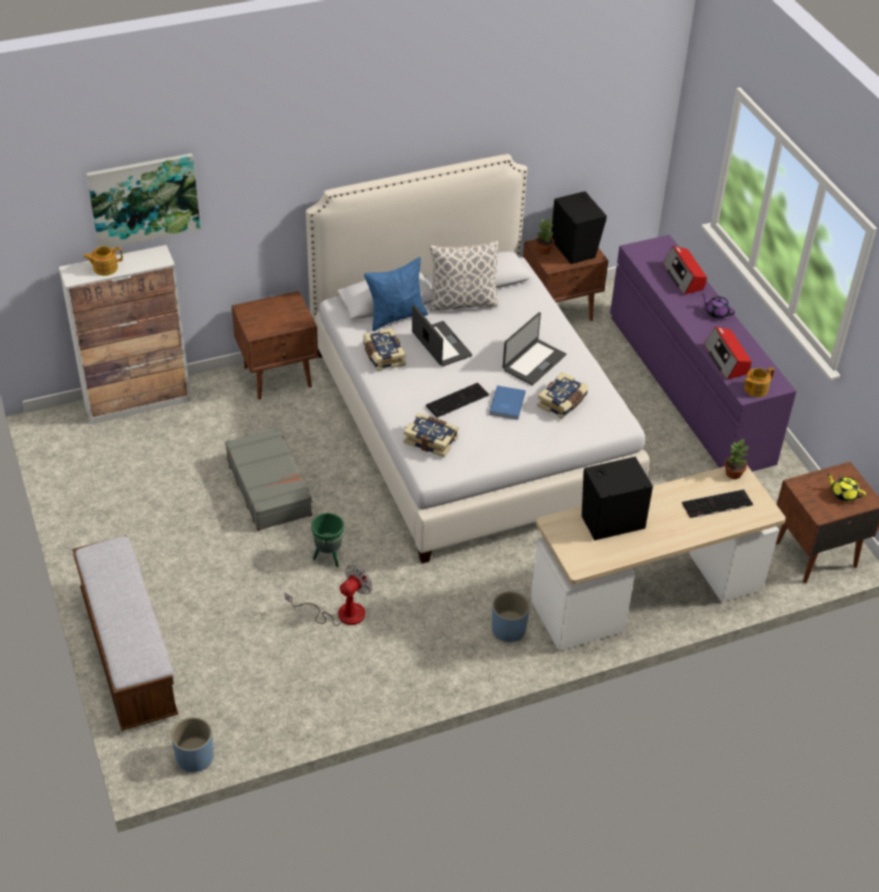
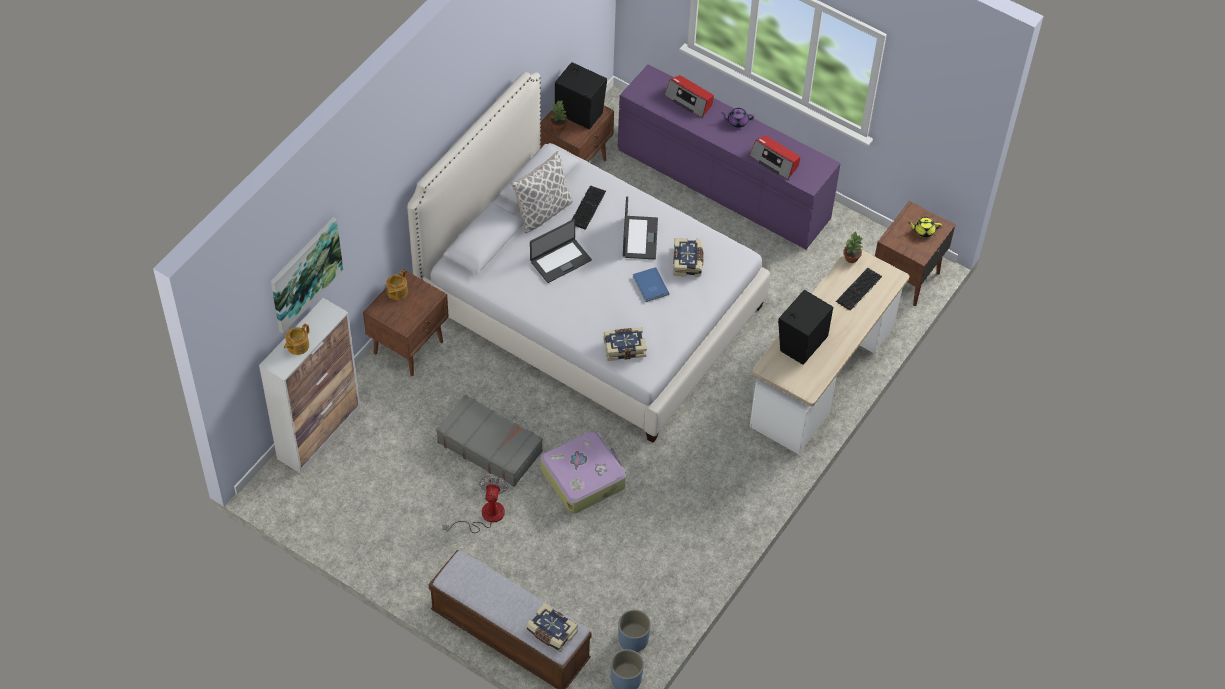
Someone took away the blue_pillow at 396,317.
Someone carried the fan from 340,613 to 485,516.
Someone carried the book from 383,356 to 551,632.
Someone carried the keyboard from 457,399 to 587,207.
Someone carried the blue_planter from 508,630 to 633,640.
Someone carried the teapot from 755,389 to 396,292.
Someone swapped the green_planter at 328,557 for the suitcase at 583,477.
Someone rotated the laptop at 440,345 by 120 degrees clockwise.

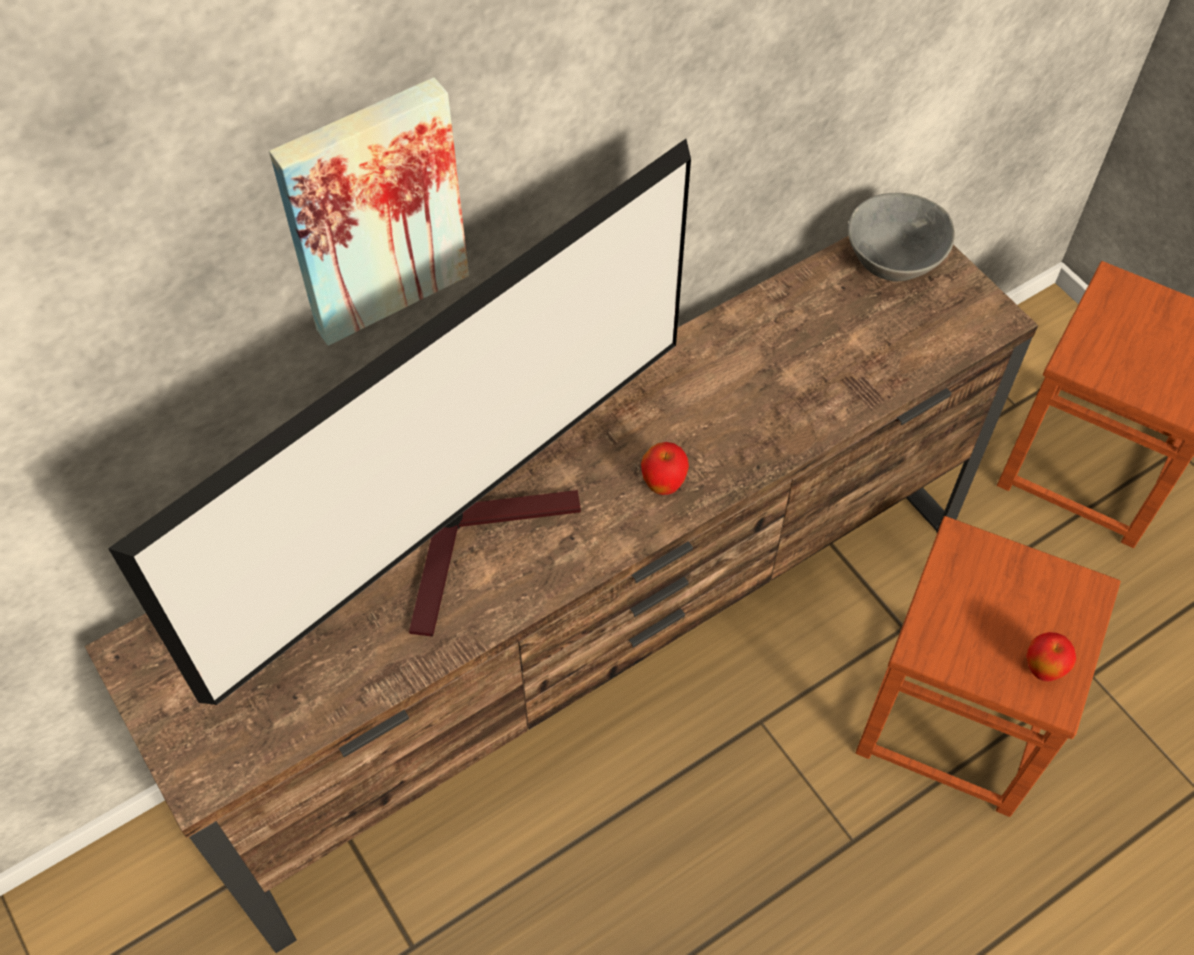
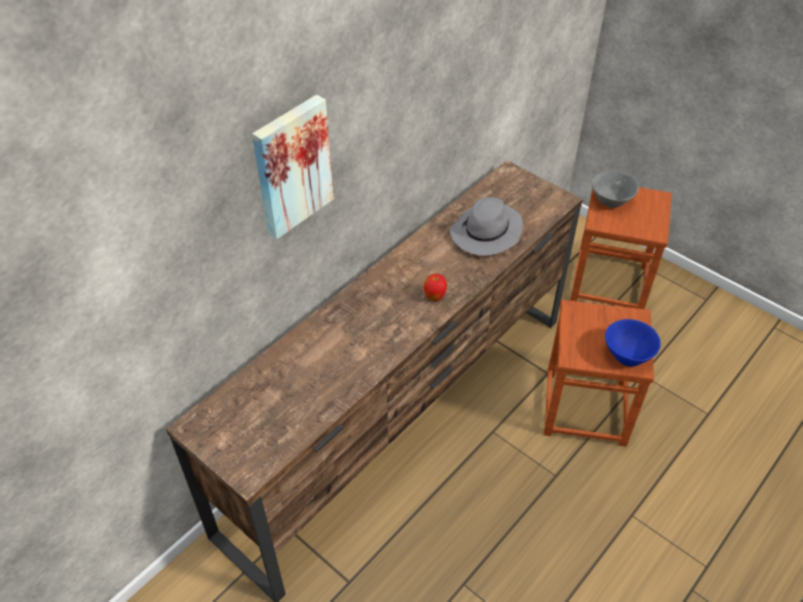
Someone took away the television at 477,536.
Someone put down the grey_hat at 486,234.
Someone carried the grey_bowl from 891,261 to 610,200.
Someone swapped the apple at 1042,669 for the blue_bowl at 629,355.

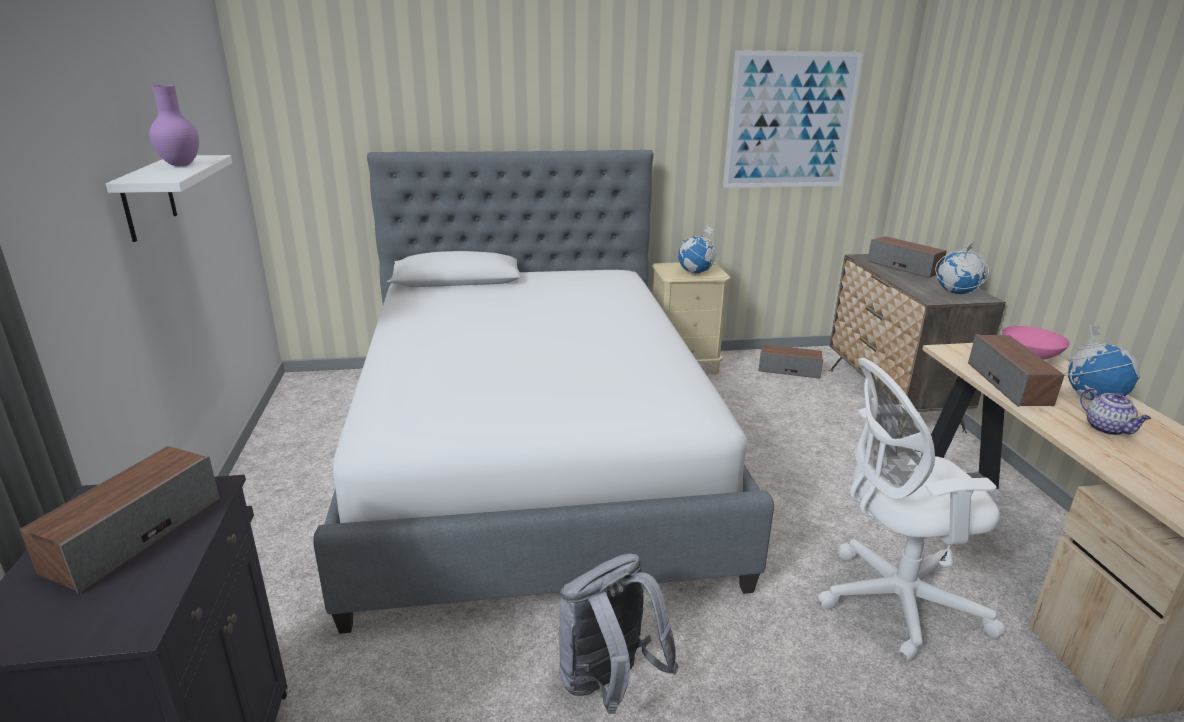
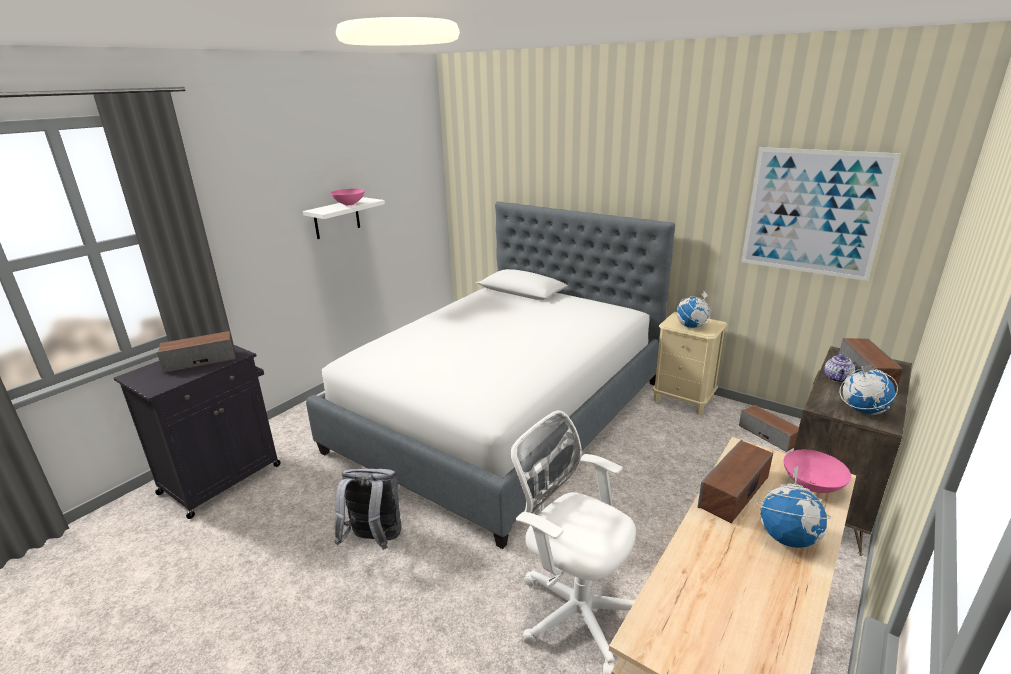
Someone carried the teapot from 1107,429 to 837,378.
Someone swapped the purple_vase at 180,165 for the pink_bowl at 349,204.

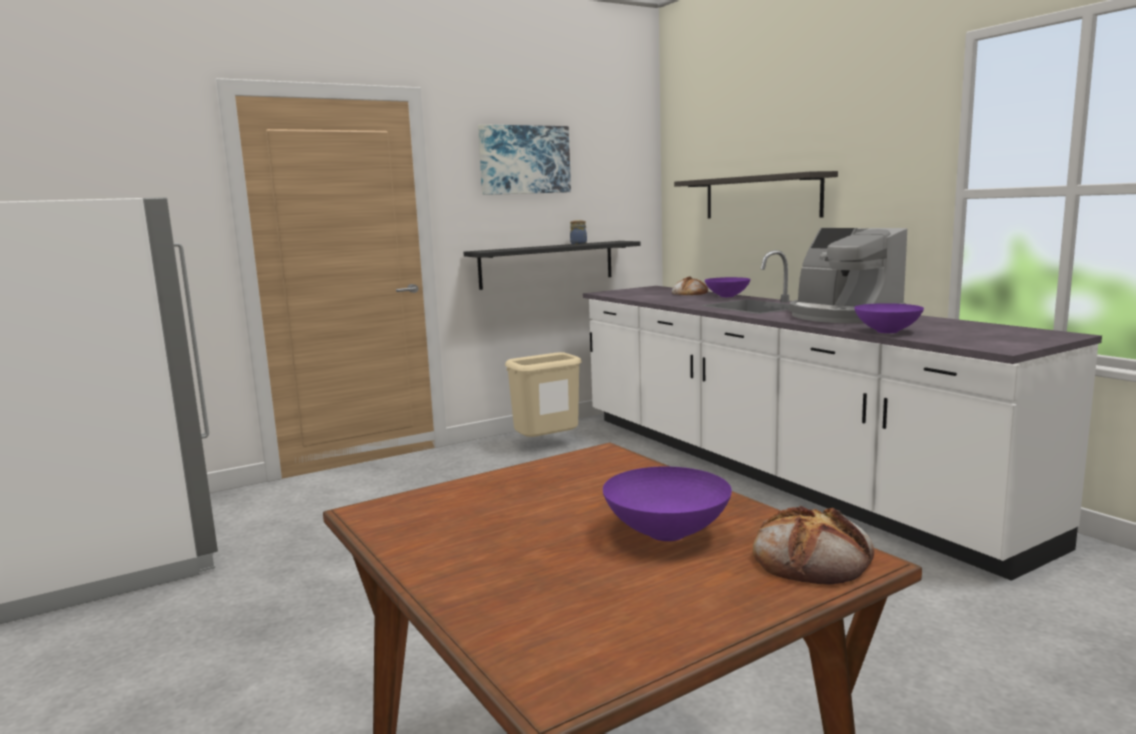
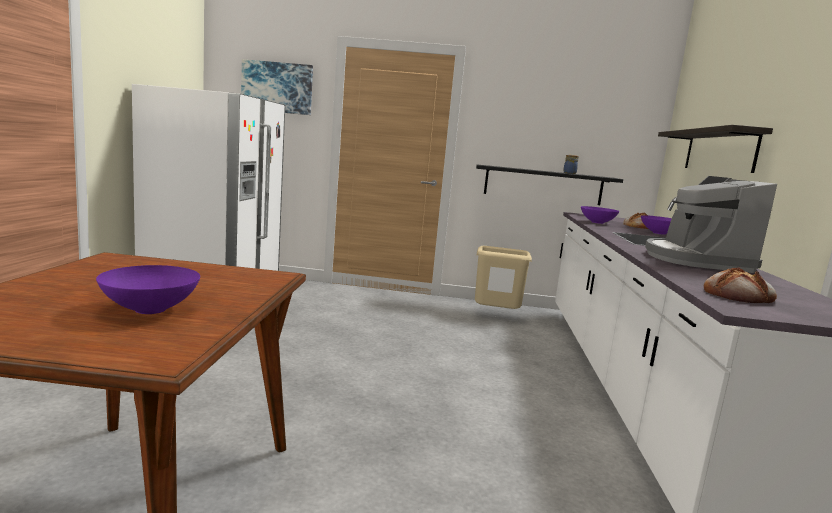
Someone carried the picture from 524,160 to 277,87.
Someone carried the bread from 813,557 to 738,295.
Someone carried the purple_bowl from 887,331 to 597,222.

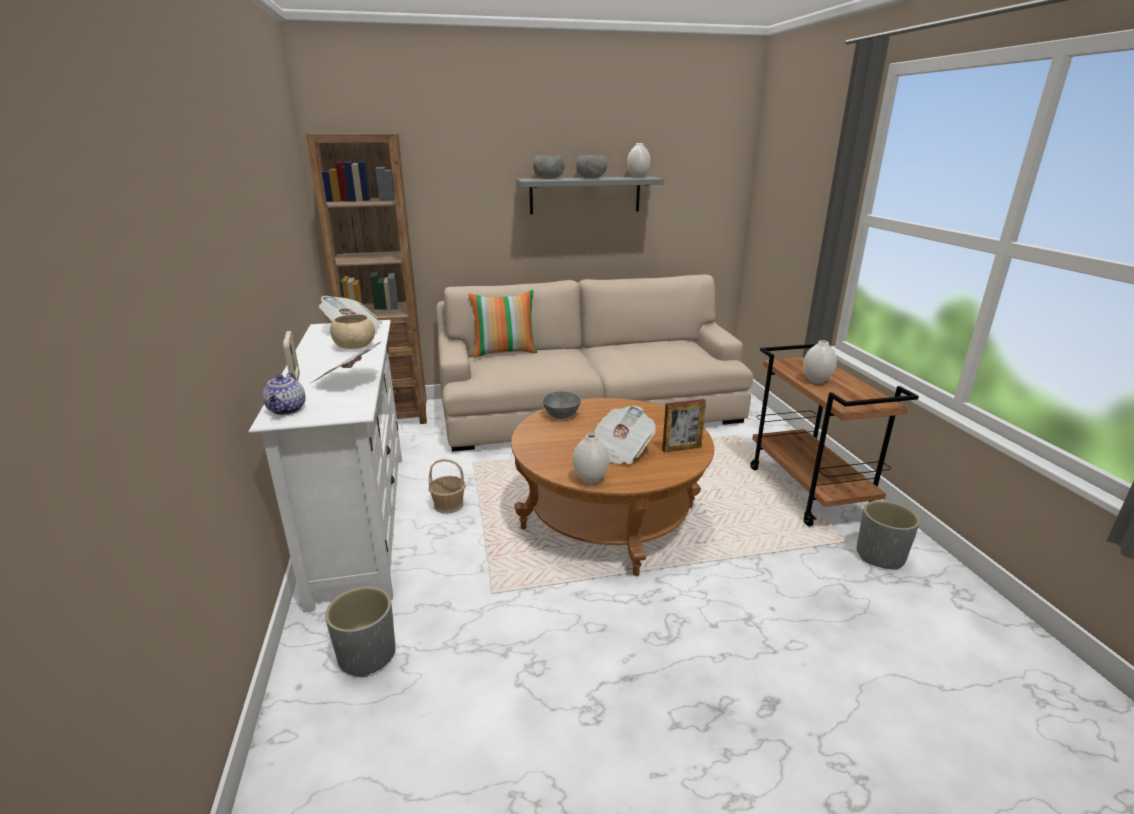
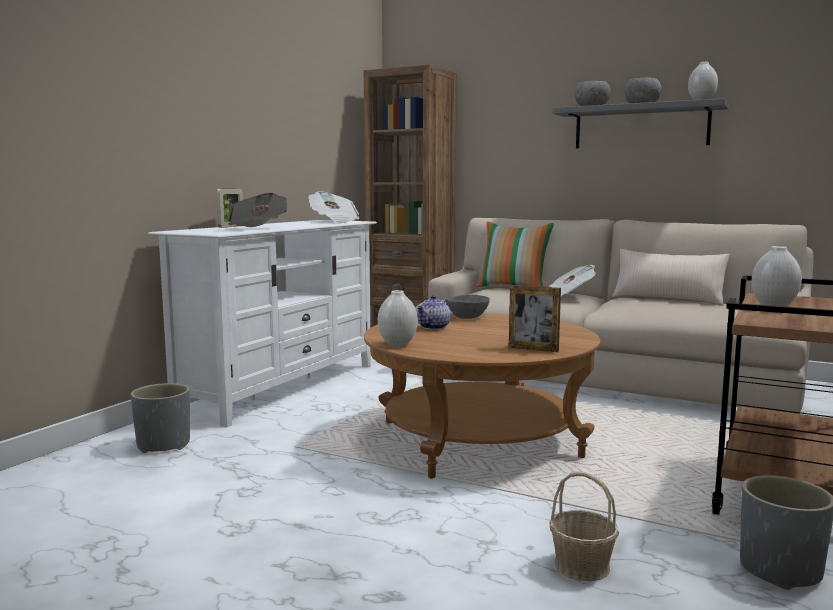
Someone took away the beige_bowl at 354,347.
Someone put down the beige_pillow at 668,299.
Someone carried the teapot from 288,410 to 434,327.
Someone carried the basket from 448,505 to 581,566.
Someone carried the newspaper from 619,451 to 566,296.

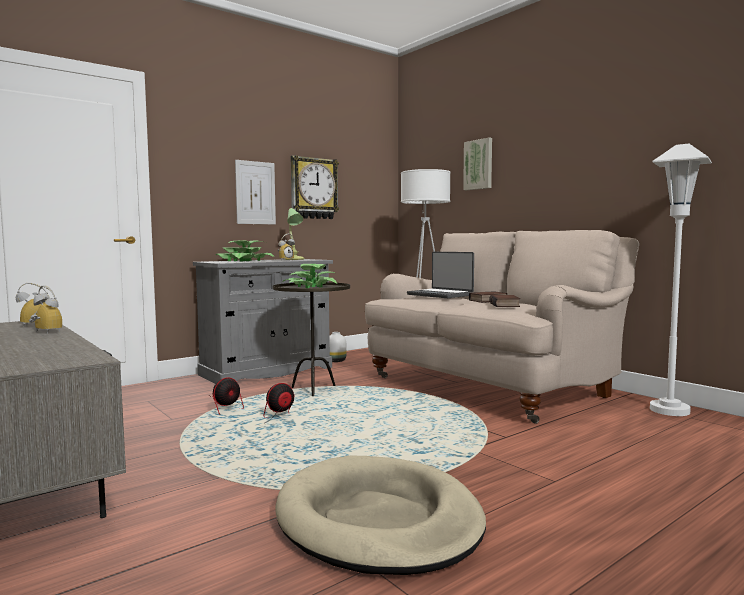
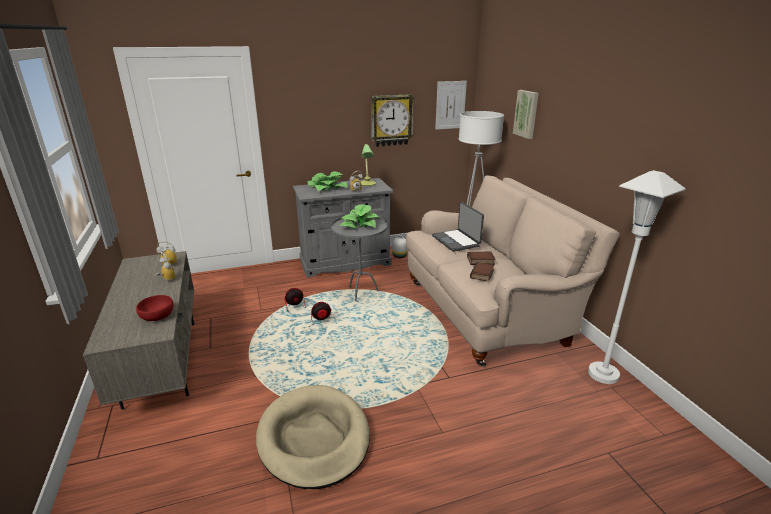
Someone put down the red_bowl at 157,316.
Someone carried the picture from 255,193 to 450,105.
Someone repainted the brown_side_table at 313,390, which became the grey_side_table at 361,293.

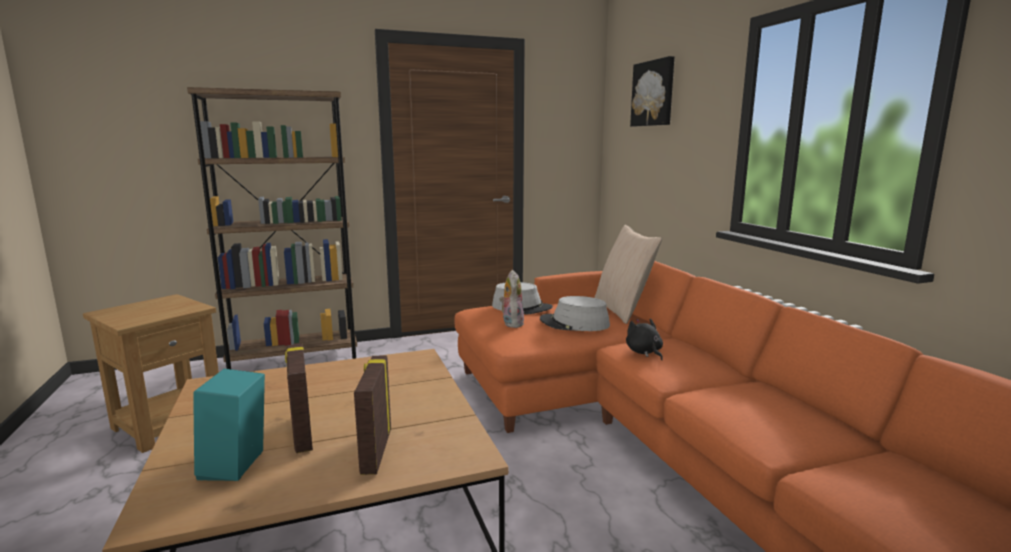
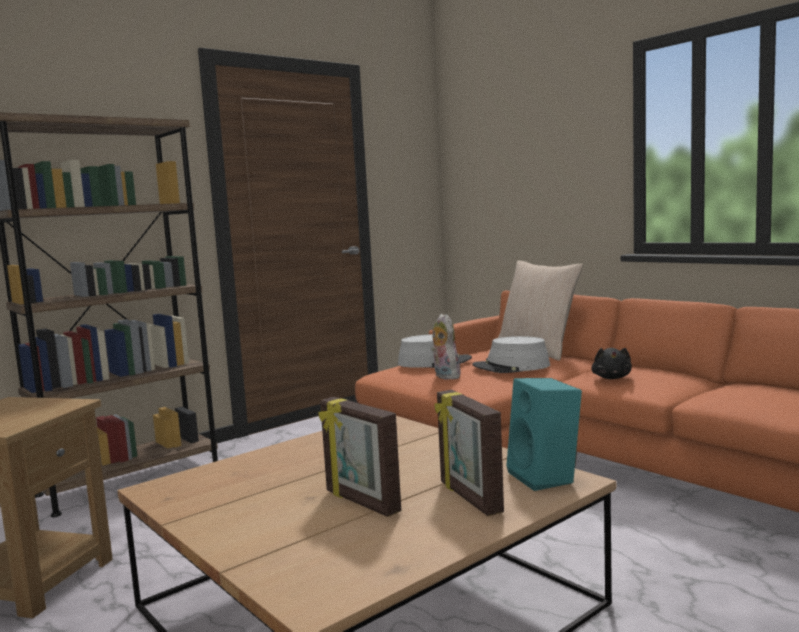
Someone took away the picture at 654,93.
Someone carried the turquoise_speaker from 236,467 to 546,477.
Someone rotated the black_plush_toy at 644,352 by 135 degrees counterclockwise.

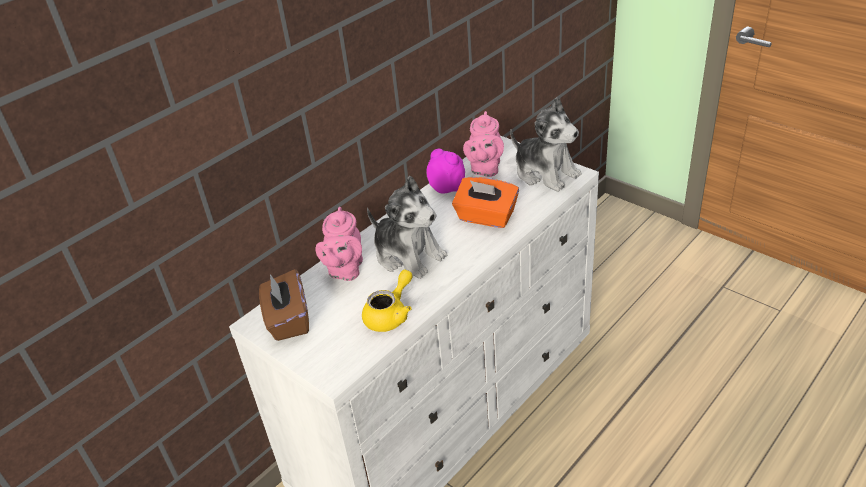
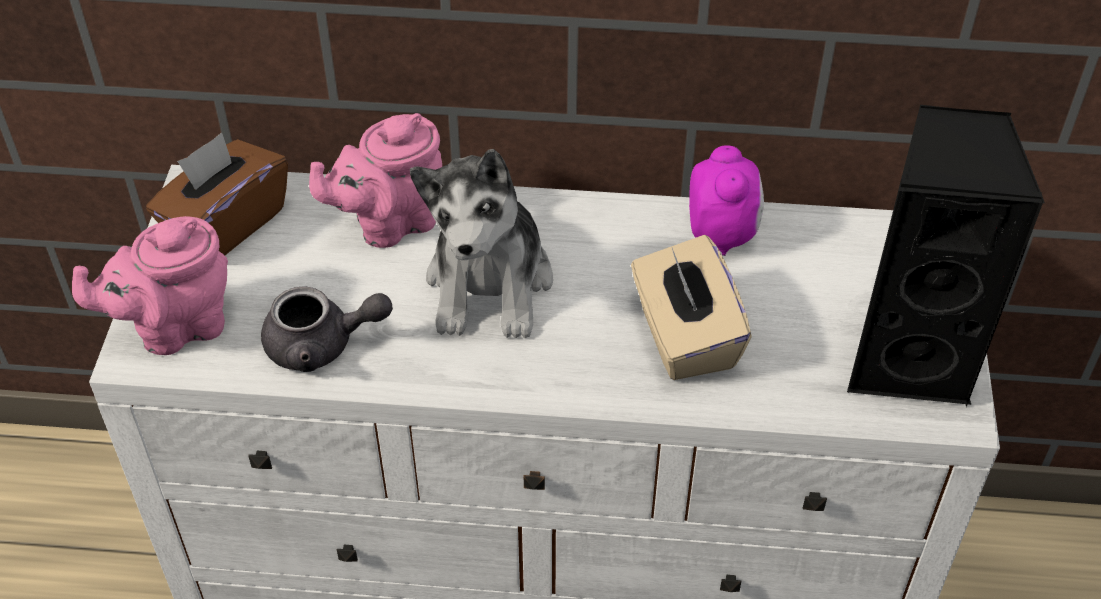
Someone carried the pink_teapot from 485,169 to 175,327.
Someone swapped the plush_toy at 545,173 for the black_speaker at 908,358.
Someone repainted the yellow_teapot at 390,315, which became the grey_teapot at 322,345.
Someone repainted the orange_tissue_box at 486,217, which became the beige_tissue_box at 684,336.

